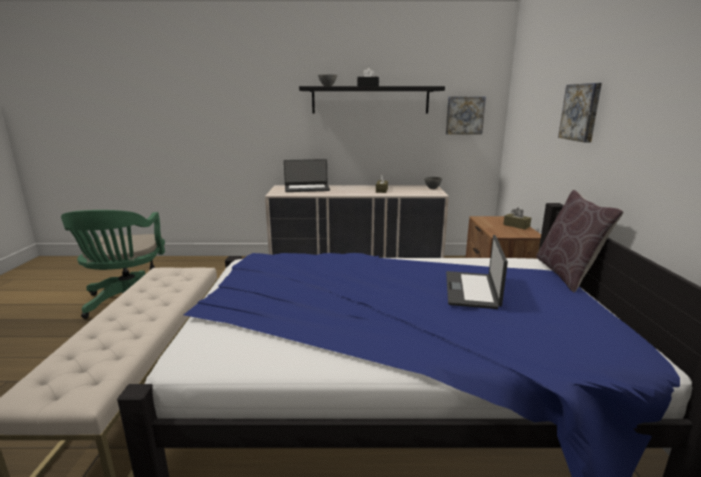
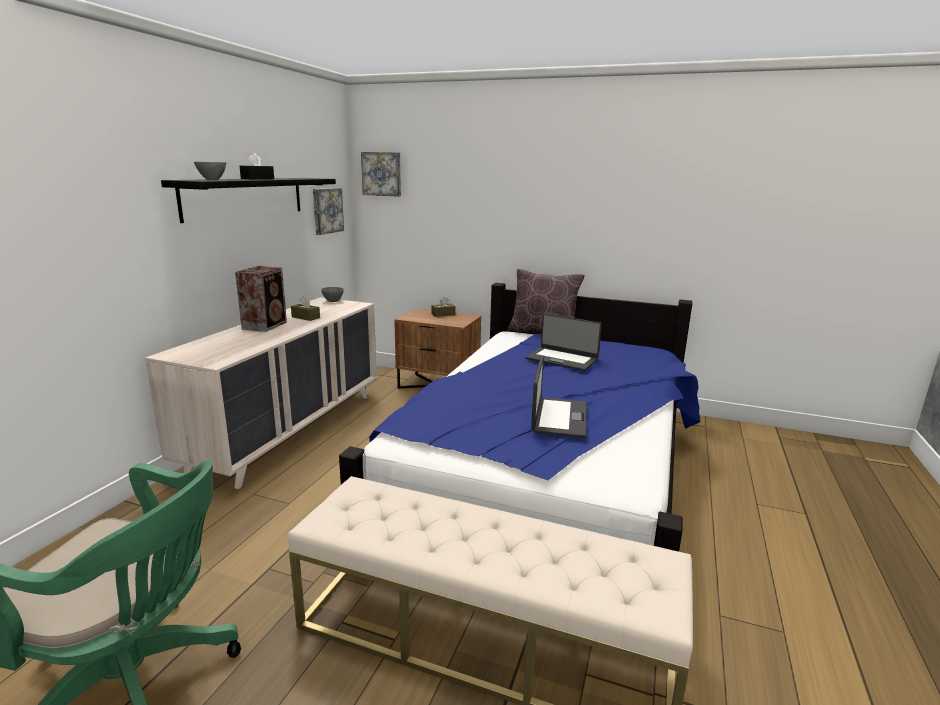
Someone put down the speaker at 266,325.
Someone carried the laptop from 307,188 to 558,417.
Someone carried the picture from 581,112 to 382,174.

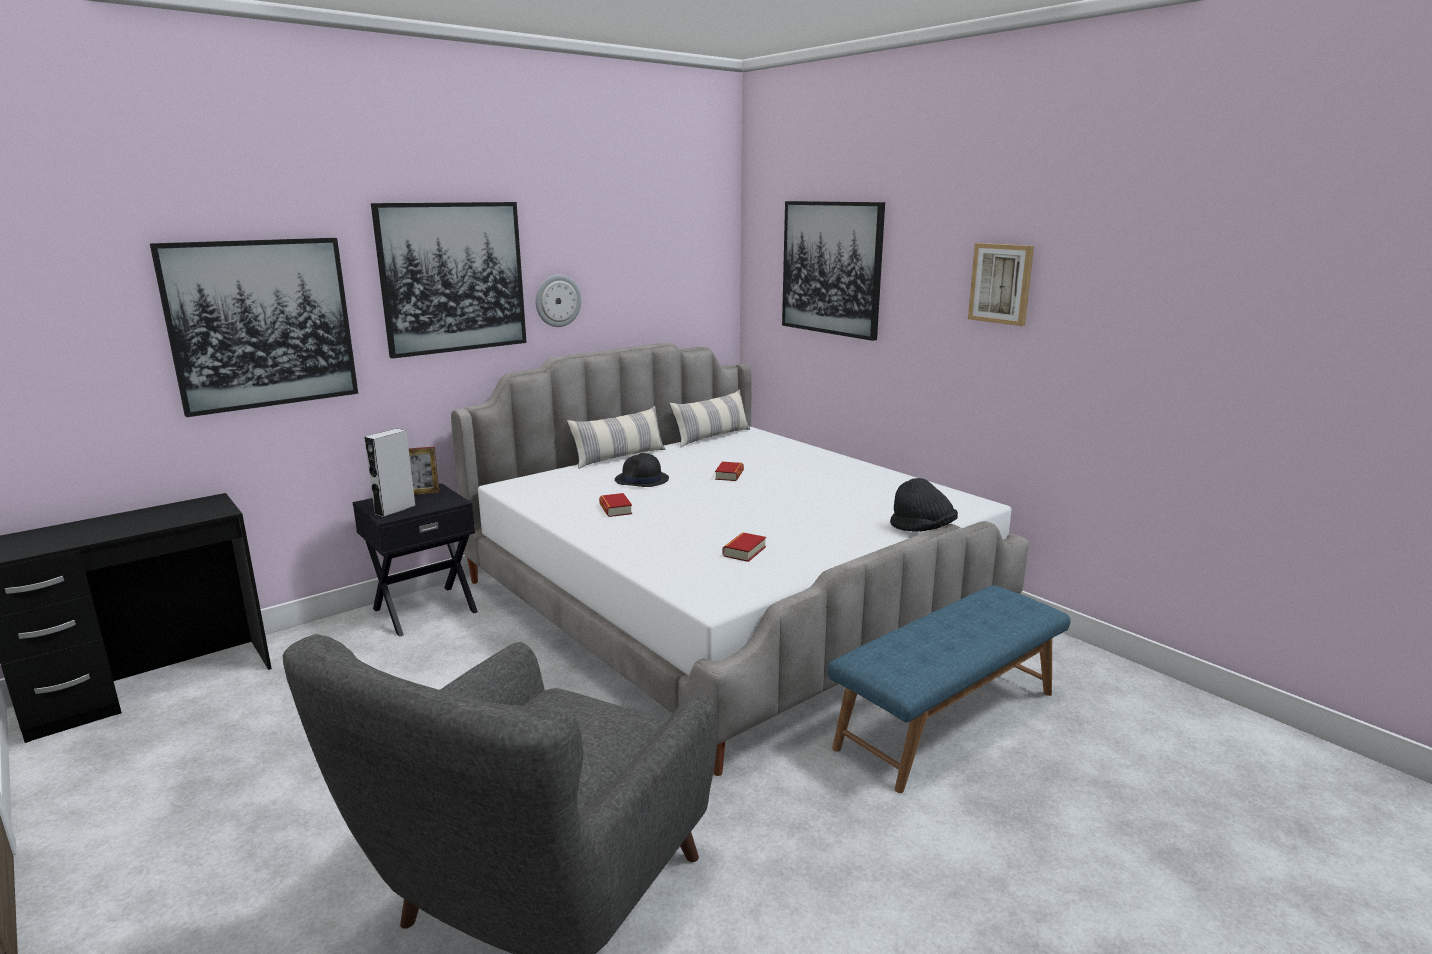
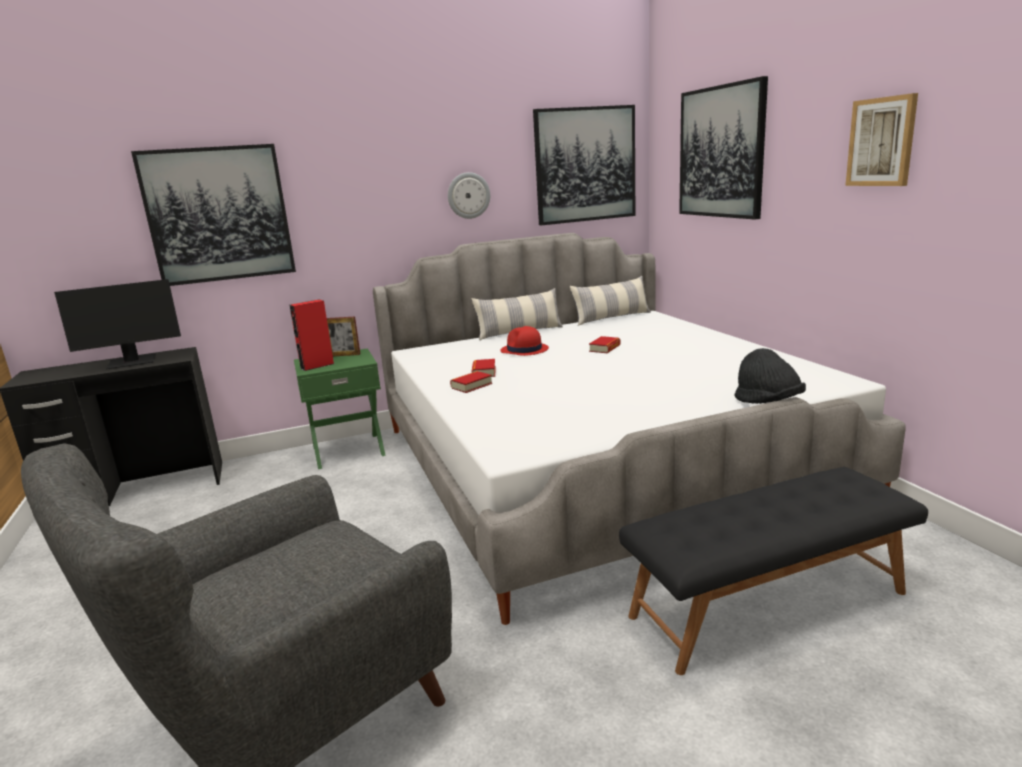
Someone put down the monitor at 132,362.
Someone carried the picture from 452,277 to 585,165.
Someone carried the book from 744,551 to 471,386.
Someone repainted the black_nightstand at 424,609, which became the green_nightstand at 348,450.
Someone repainted the grey_speaker at 395,510, which became the red_speaker at 317,366.
Someone repainted the black_hat at 642,480, which became the red_hat at 524,350.
Someone repainted the blue_bench at 946,718, which became the black_bench at 766,603.

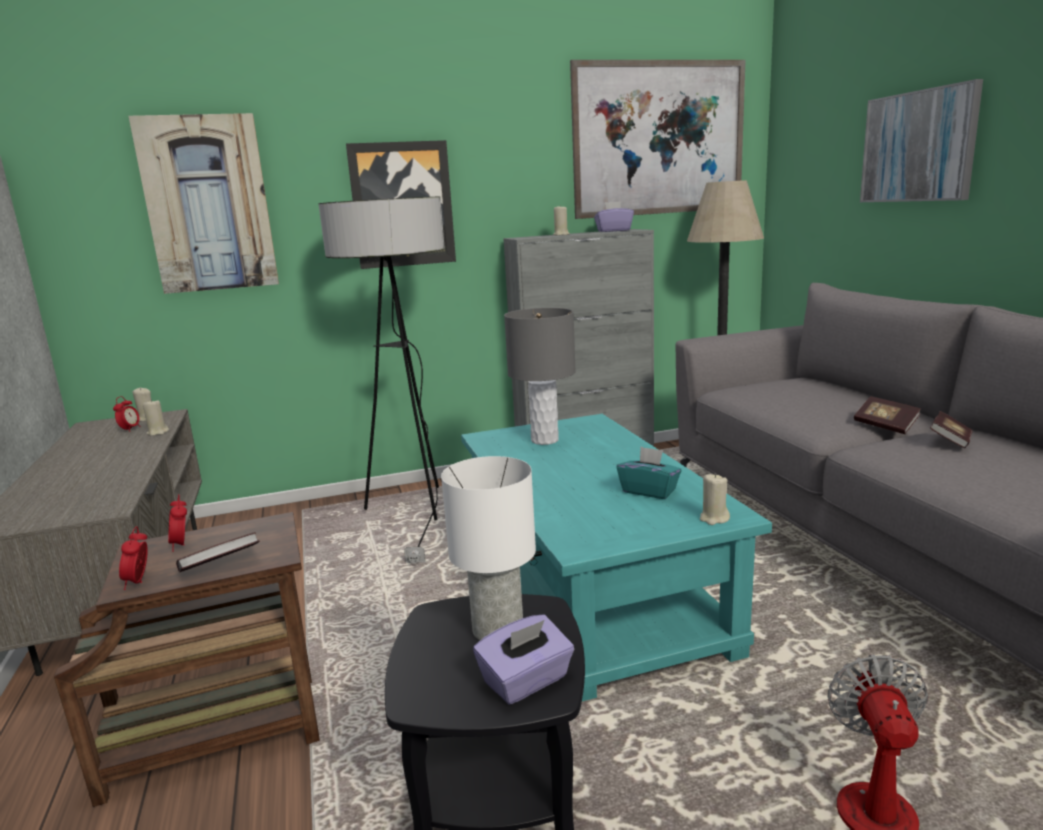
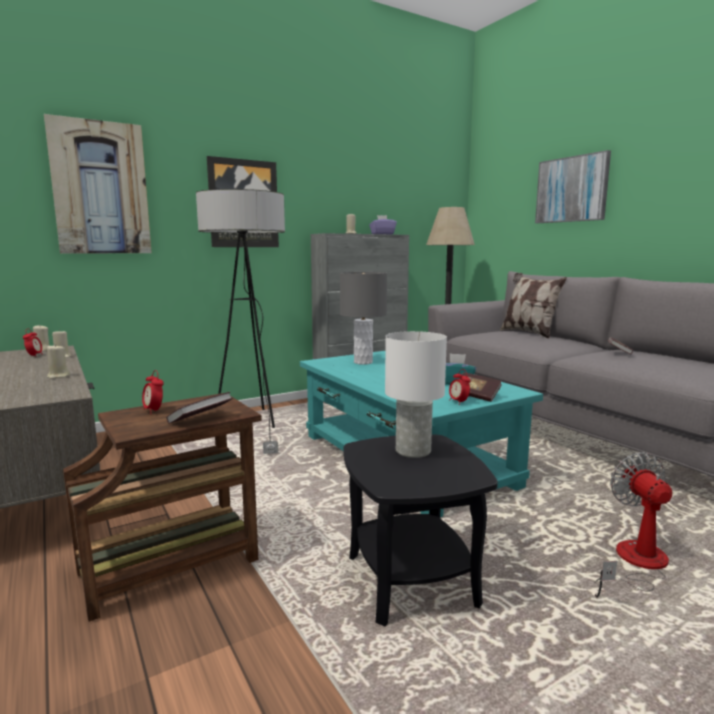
Someone took away the purple_tissue_box at 526,681.
Someone took away the picture at 659,139.
Someone put down the pillow at 528,333.
Someone carried the alarm_clock from 139,582 to 458,402.
Someone carried the beige_candle from 714,519 to 58,376.
Someone carried the book from 885,426 to 476,396.

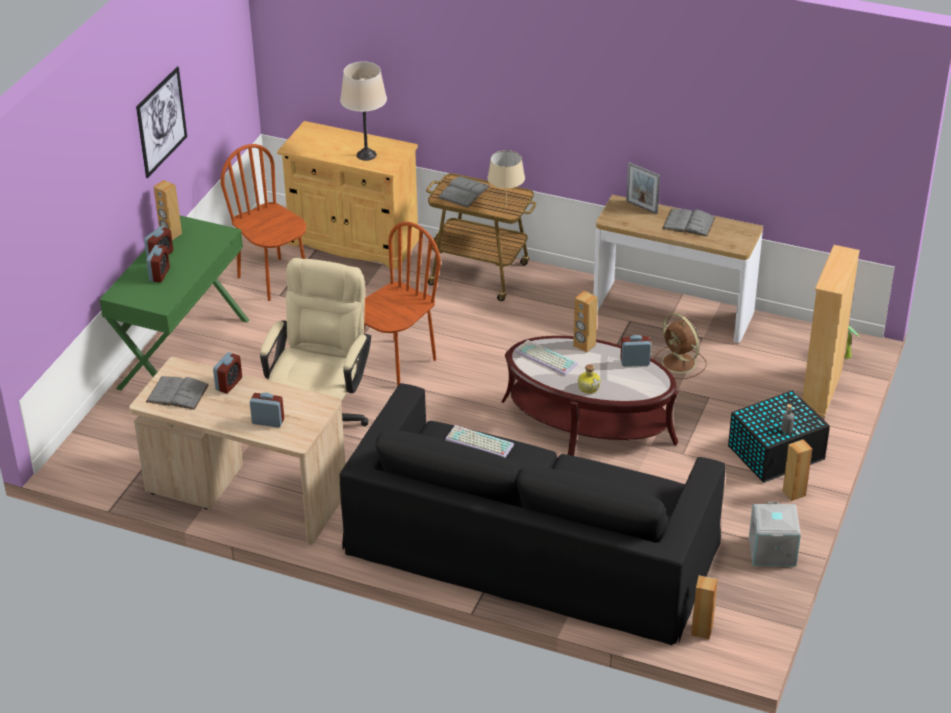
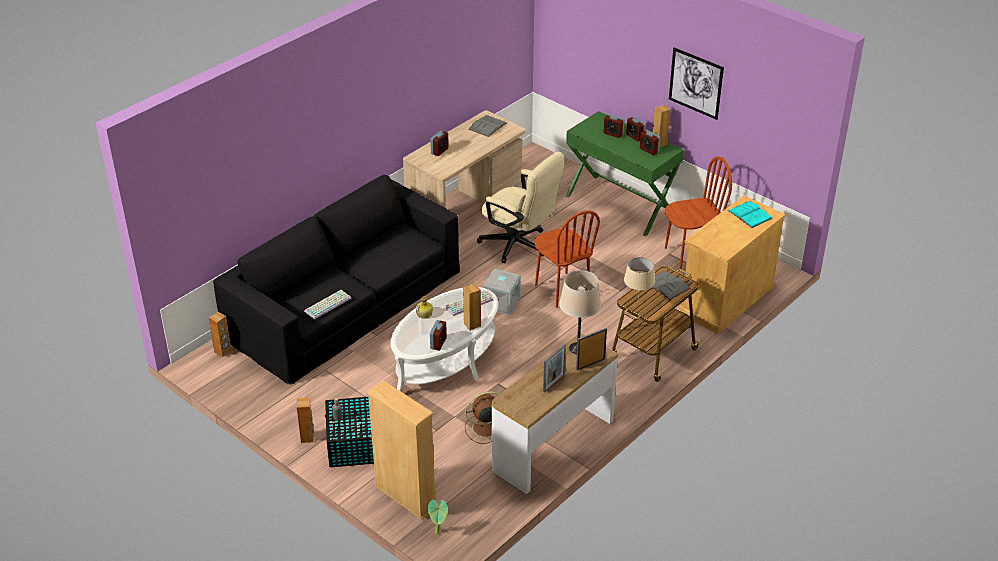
Someone put down the turquoise_book at 749,214.
Someone carried the alarm_clock from 229,384 to 649,150.
Someone carried the beige_table_lamp from 366,155 to 578,348.
Someone carried the keyboard from 478,443 to 328,304.
Someone carried the grey_storage_box from 773,551 to 501,303.
Someone swapped the grey_book at 688,223 for the picture_frame at 554,383.
Someone repainted the brown_coffee_table at 588,422, which became the white_coffee_table at 446,360.

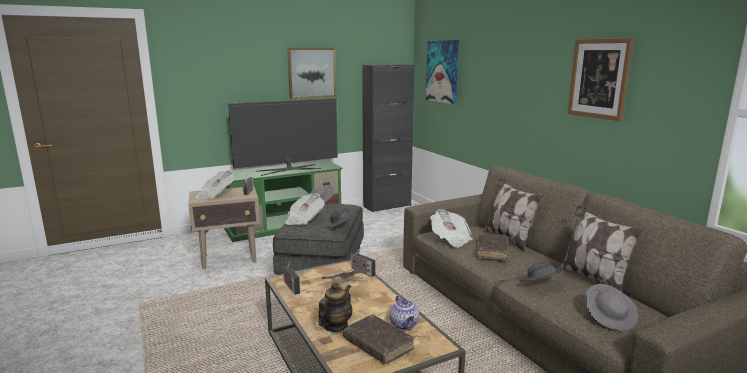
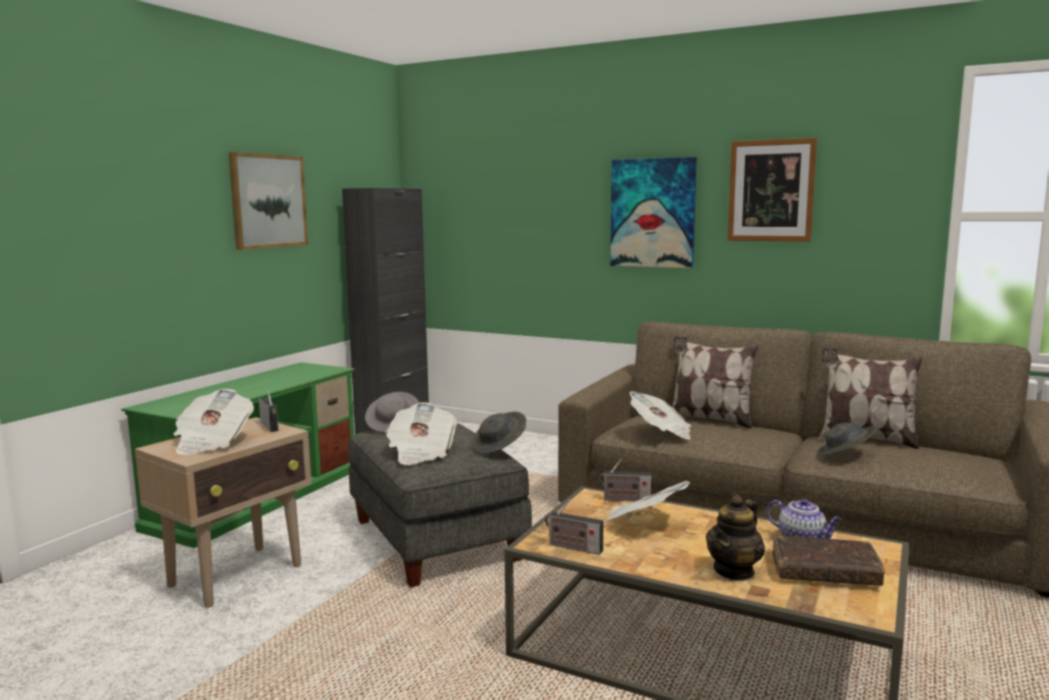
Someone took away the television at 289,170.
Someone took away the brown_book at 492,251.
Someone took away the grey_hat at 609,318.
Someone carried the picture from 442,71 to 652,213.
Someone rotated the teapot at 335,326 by 135 degrees counterclockwise.

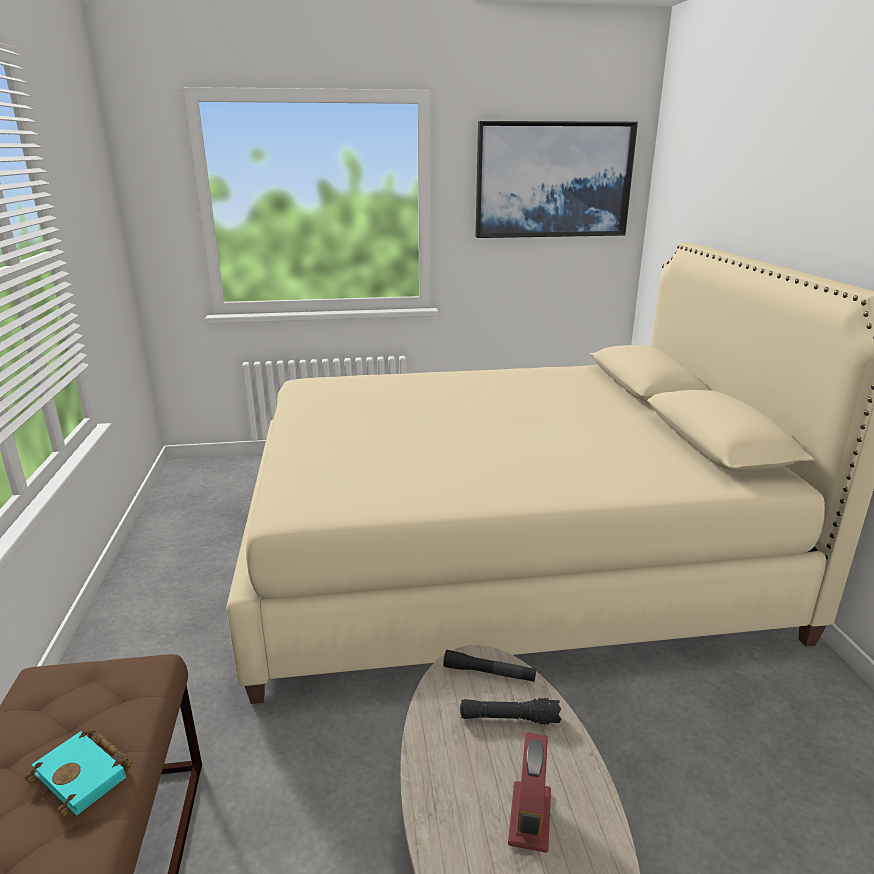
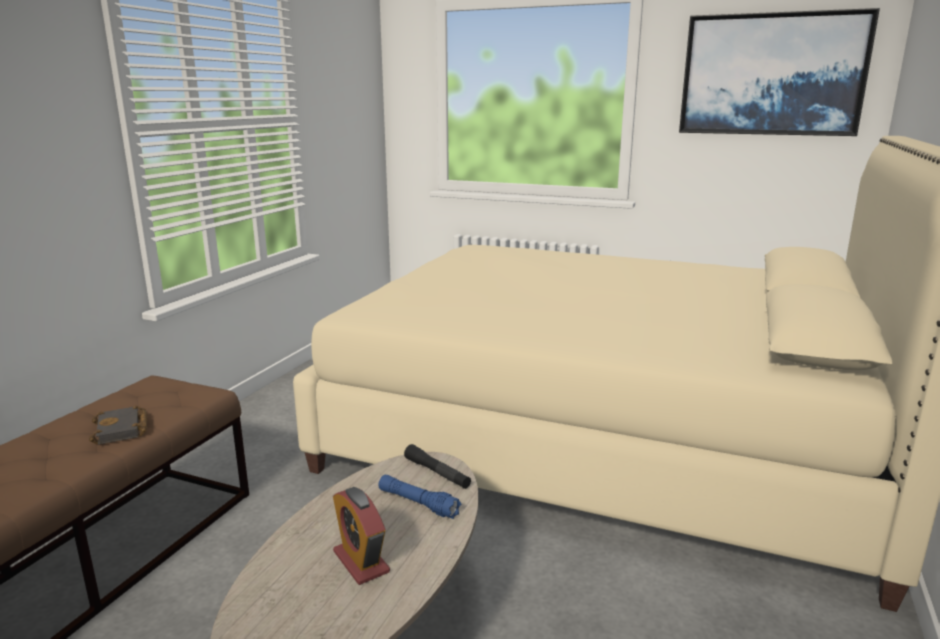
Someone repainted the turquoise_book at 86,775, which became the black_book at 122,430.
Someone repainted the black_flashlight at 509,718, which became the blue_flashlight at 418,503.
Someone rotated the alarm_clock at 530,817 by 75 degrees counterclockwise.

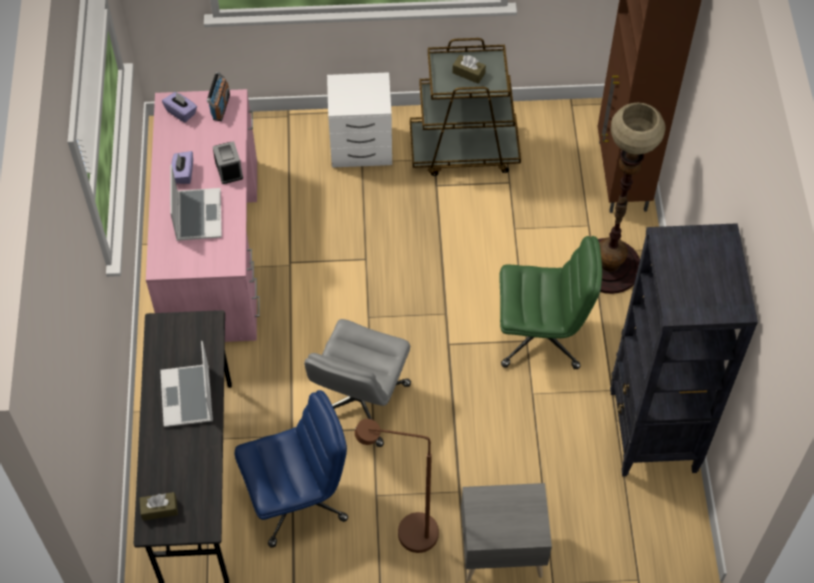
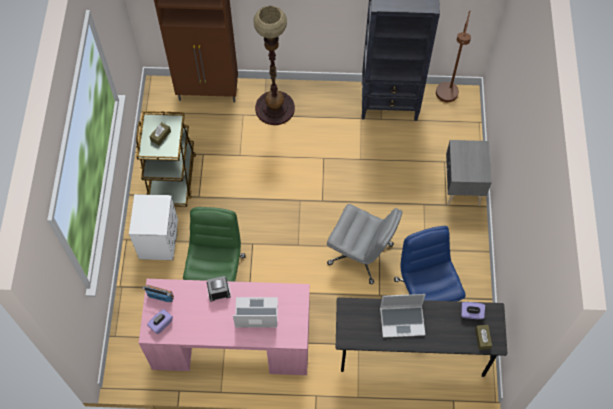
Someone carried the purple_tissue_box from 183,173 to 471,314.
Someone carried the brown_floor_lamp from 406,533 to 446,98.
Someone carried the green_office_chair from 541,335 to 216,274.

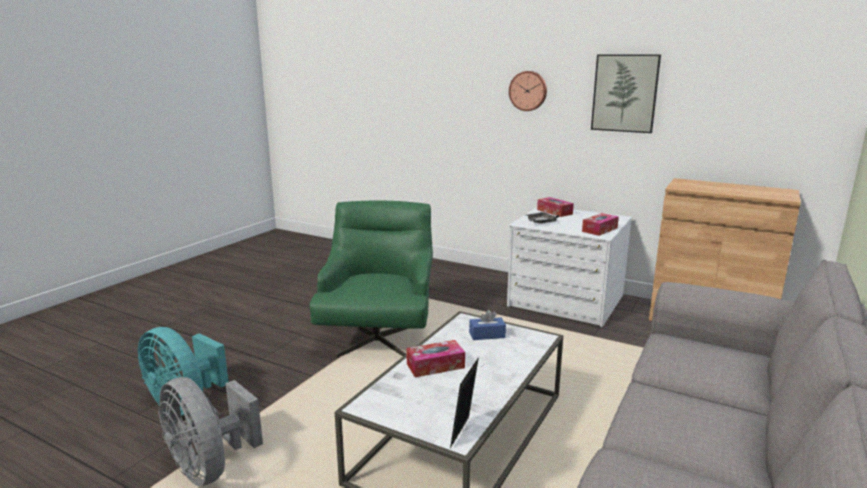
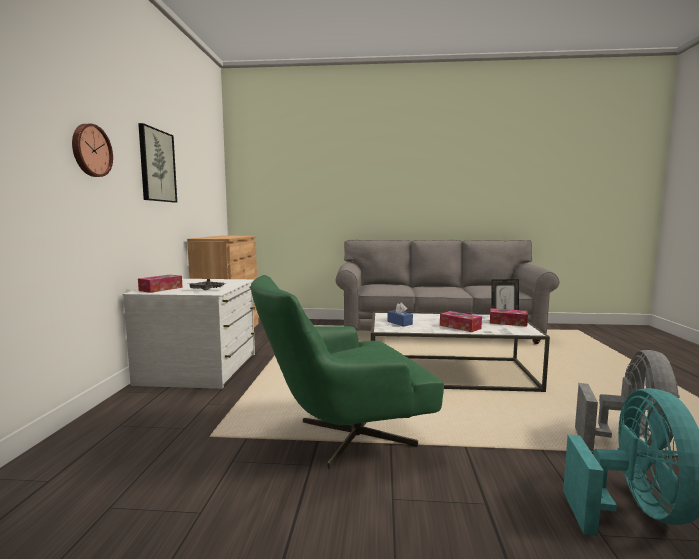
Someone carried the tissue_box from 599,230 to 508,322.

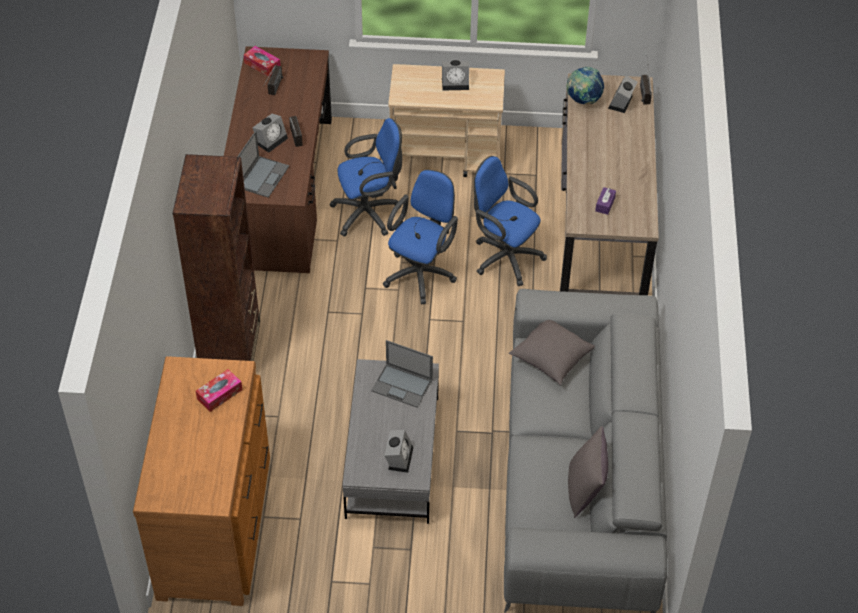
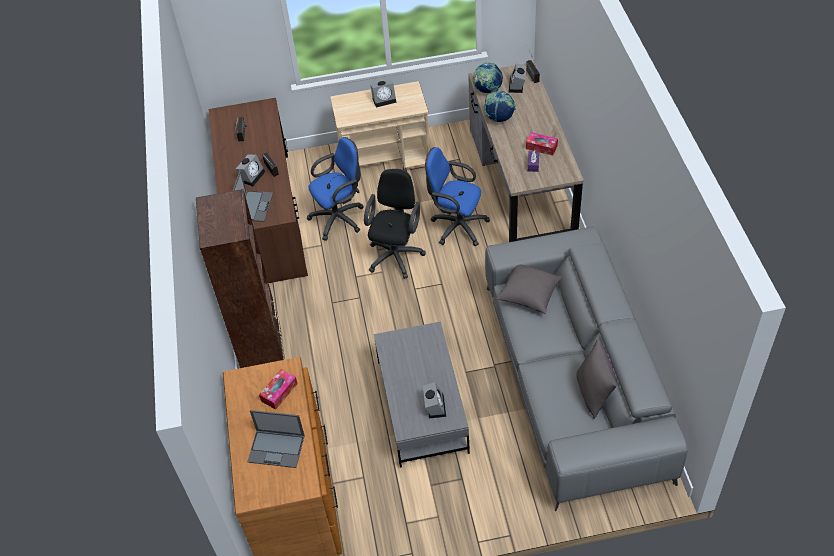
Someone put down the globe at 499,118.
Someone carried the tissue_box from 262,65 to 541,147.
Someone carried the laptop from 402,385 to 277,448.
Someone repainted the blue_office_chair at 422,272, which became the black_office_chair at 396,254.

